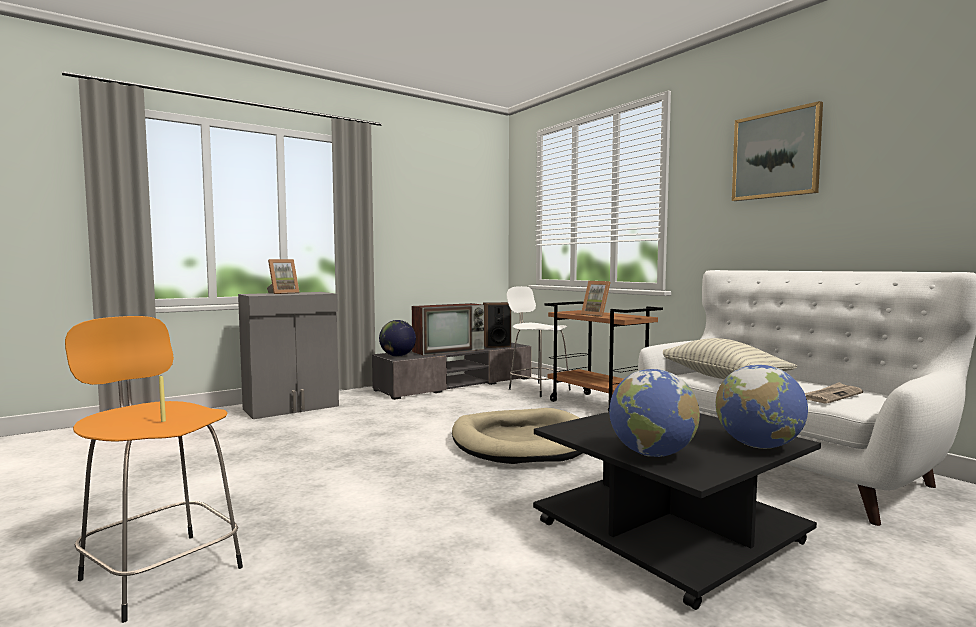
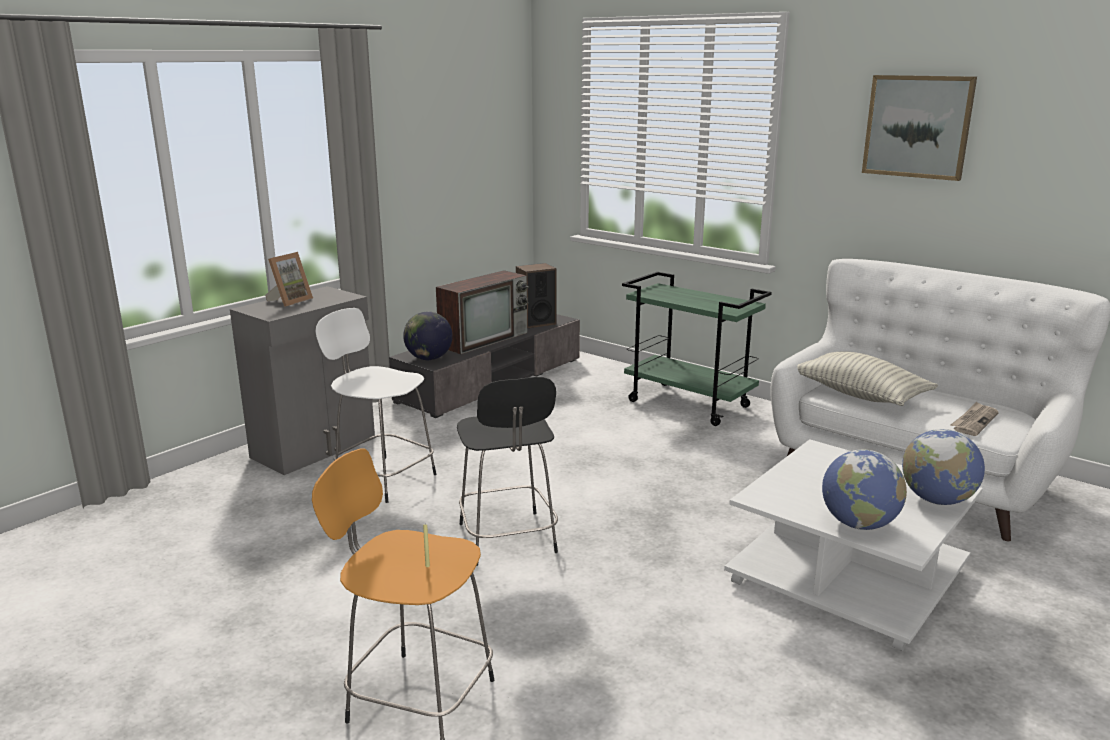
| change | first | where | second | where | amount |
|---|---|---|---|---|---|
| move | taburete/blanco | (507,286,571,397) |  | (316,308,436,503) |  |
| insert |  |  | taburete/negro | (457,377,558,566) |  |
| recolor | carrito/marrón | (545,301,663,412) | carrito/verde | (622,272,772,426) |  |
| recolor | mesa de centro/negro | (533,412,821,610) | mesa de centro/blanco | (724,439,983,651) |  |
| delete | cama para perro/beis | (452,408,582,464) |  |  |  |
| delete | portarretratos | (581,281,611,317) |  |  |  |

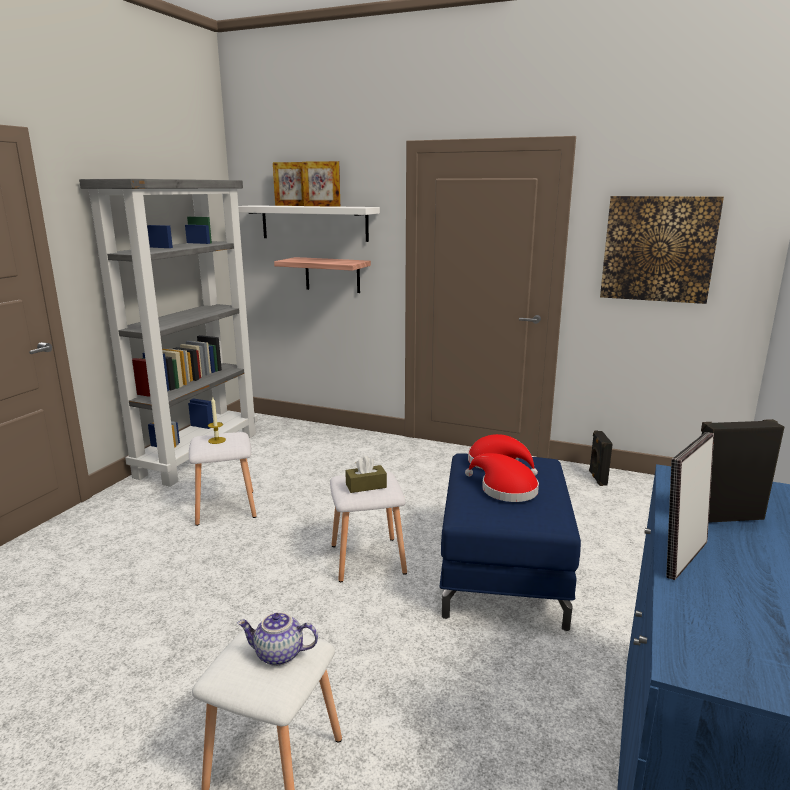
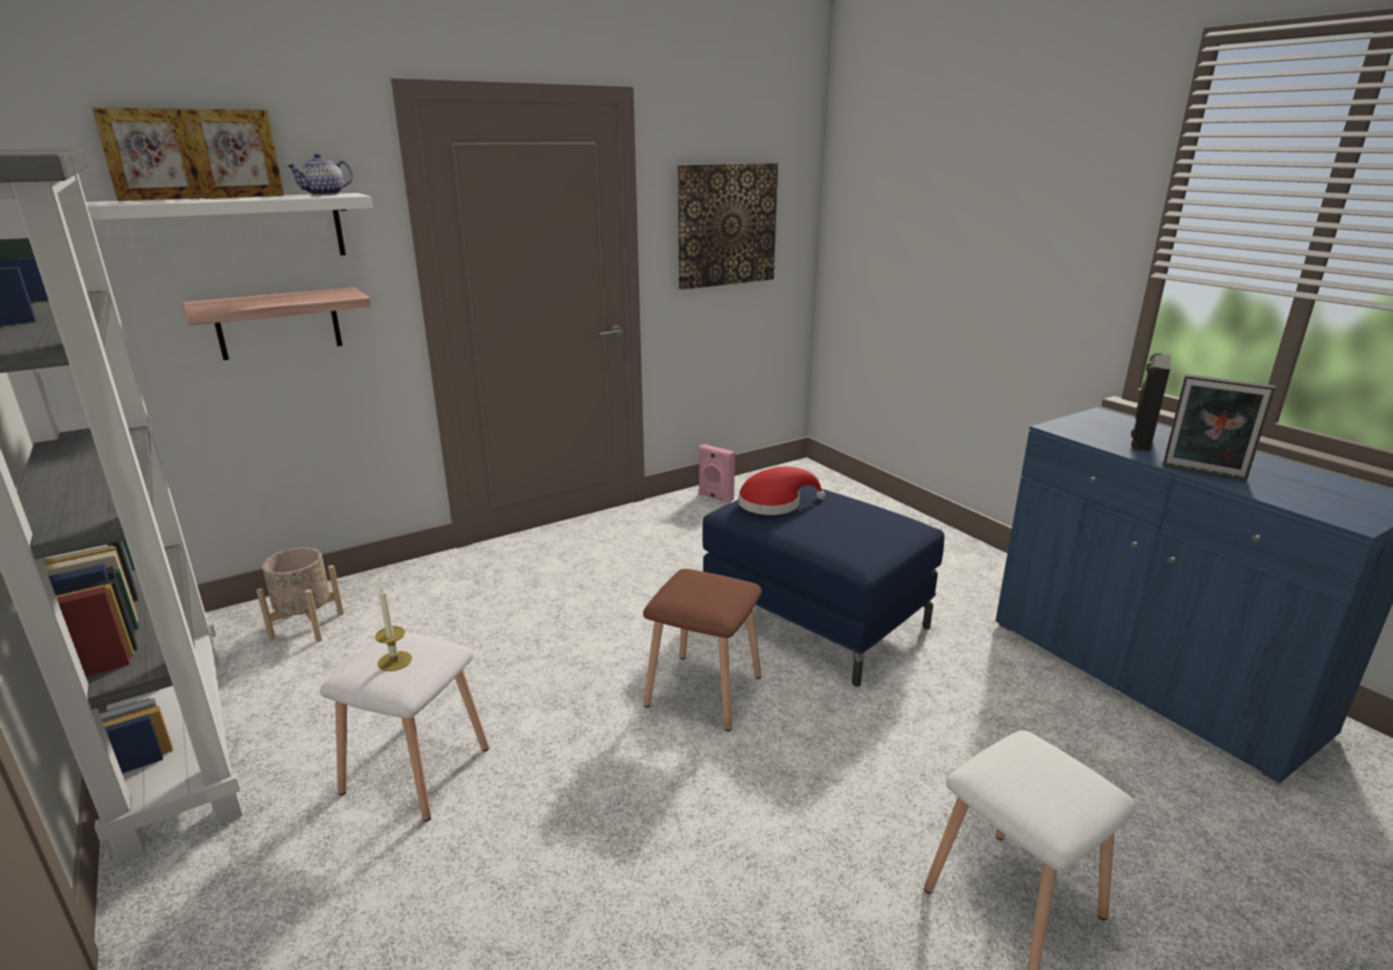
| change | first | where | second | where | amount |
|---|---|---|---|---|---|
| insert |  |  | maceta/beis | (256,548,344,642) |  |
| move | tetera | (237,612,318,666) |  | (286,153,353,196) |  |
| recolor | taburete/blanco | (330,471,407,582) | taburete/marrón | (643,569,762,731) |  |
| recolor | altavoz/negro | (589,430,613,486) | altavoz/rosa | (699,444,735,503) |  |
| rotate | portarretratos | (666,432,714,580) |  | (1162,374,1276,481) | 45 degrees counterclockwise |
| delete | caja de pañuelos/marrón | (346,456,387,493) |  |  |  |
| delete | sombrero/rojo | (465,453,539,502) |  |  |  |

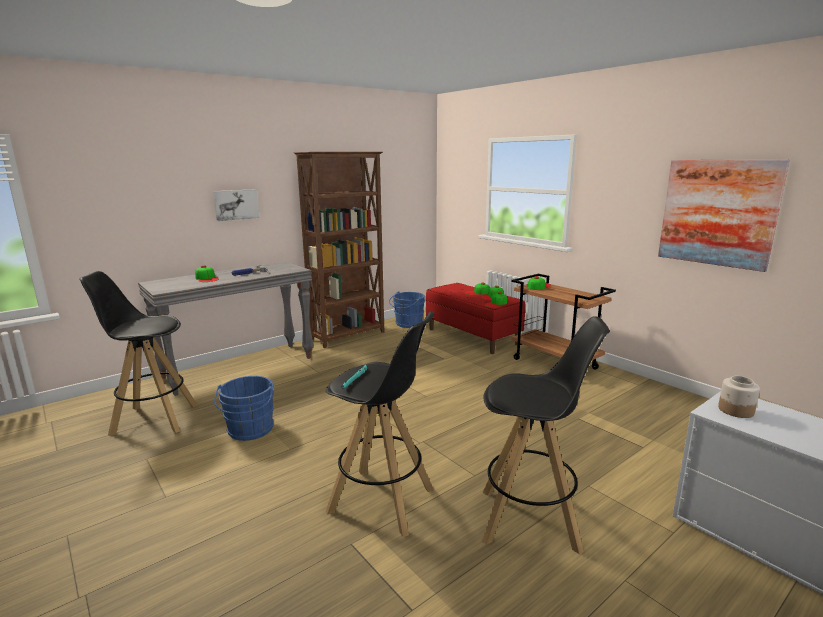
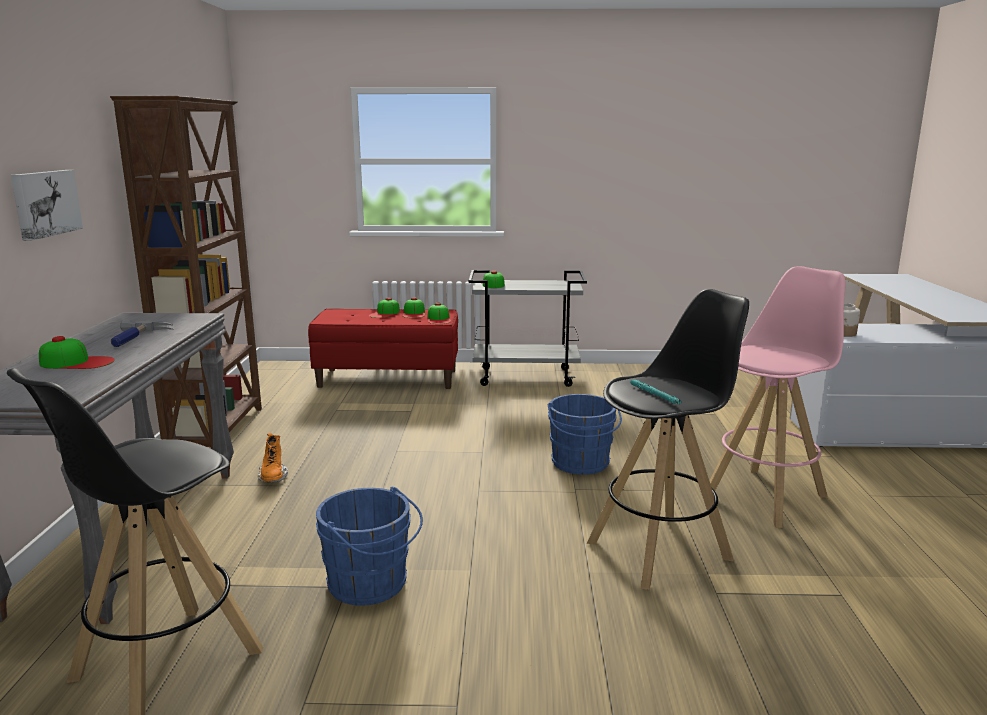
| change | first | where | second | where | amount |
|---|---|---|---|---|---|
| insert |  |  | bota/naranja | (258,433,288,482) |  |
| recolor | carrito/marrón | (511,274,616,369) | carrito/gris | (469,270,587,387) |  |
| move | cubo/azul | (389,291,425,328) |  | (548,394,622,475) |  |
| recolor | taburete/negro | (482,316,610,554) | taburete/rosa | (710,266,846,528) |  |
| delete | cuadro | (658,160,789,272) |  |  |  |

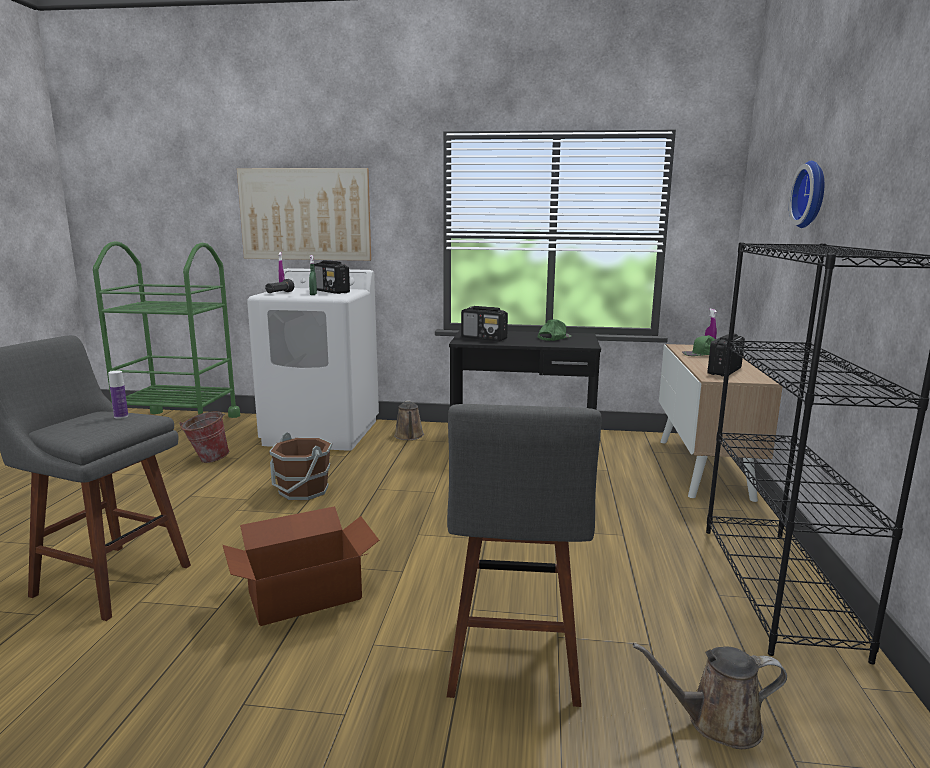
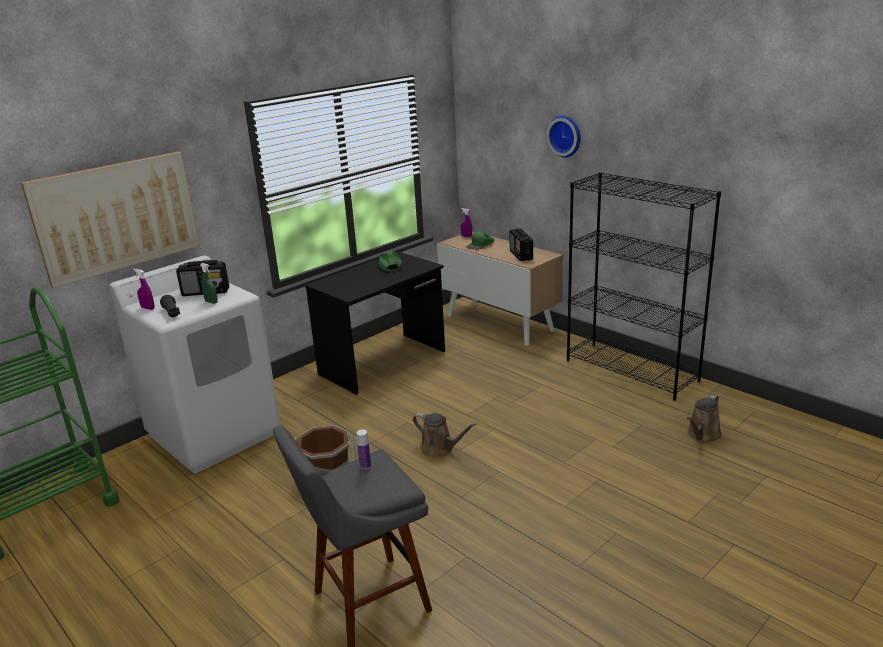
| change | first | where | second | where | amount |
|---|---|---|---|---|---|
| move | regadera/marrón | (394,400,424,440) |  | (413,413,477,457) |  |
| delete | cubo | (179,411,229,463) |  |  |  |
| delete | caja de cartón | (223,506,380,626) |  |  |  |
| delete | taburete/gris | (447,404,601,707) |  |  |  |
| delete | radio | (461,306,508,341) |  |  |  |

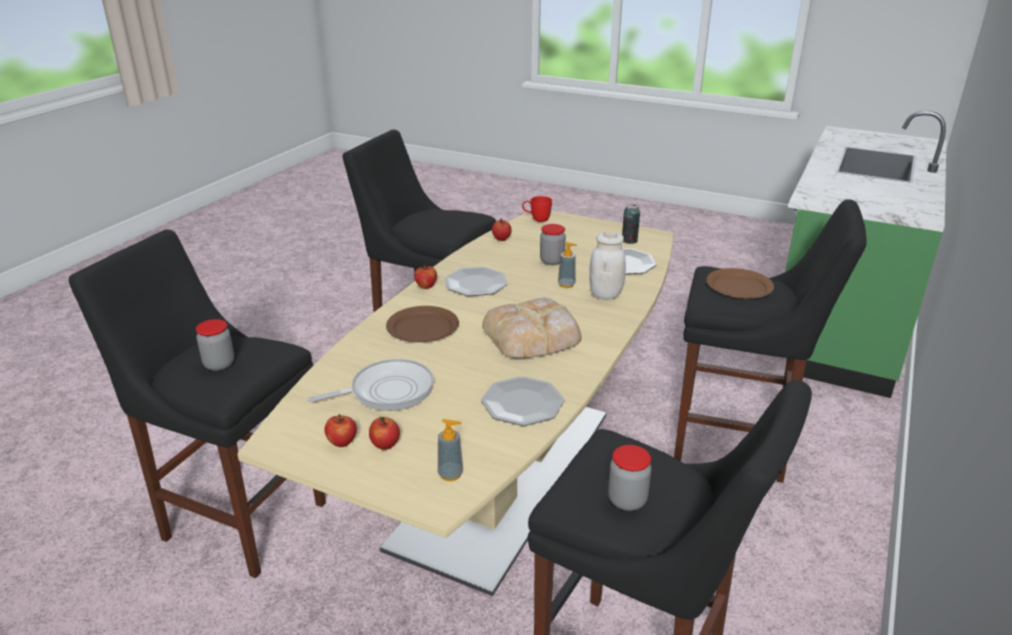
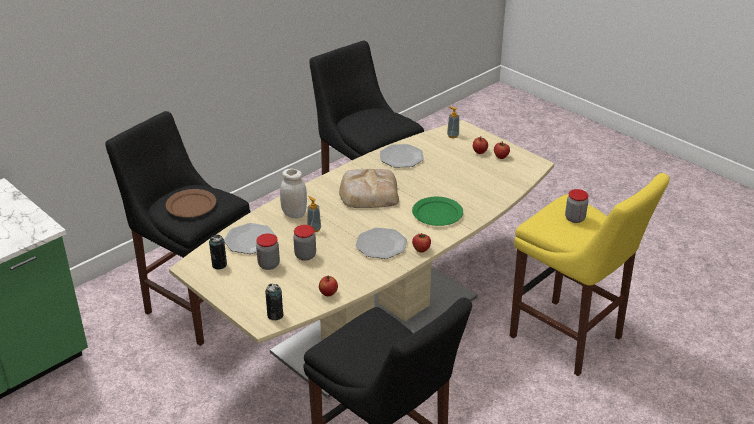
| change | first | where | second | where | amount |
|---|---|---|---|---|---|
| move | tarro | (608,445,651,511) |  | (256,234,280,270) |  |
| replace | taza grande/rojo | (522,196,552,222) | lata | (265,283,283,320) |  |
| recolor | plato/marrón | (386,306,459,343) | plato/verde | (412,197,463,226) |  |
| recolor | taburete/negro | (69,229,326,578) | taburete/amarillo | (510,173,670,376) |  |
| delete | sartén | (308,359,434,411) |  |  |  |

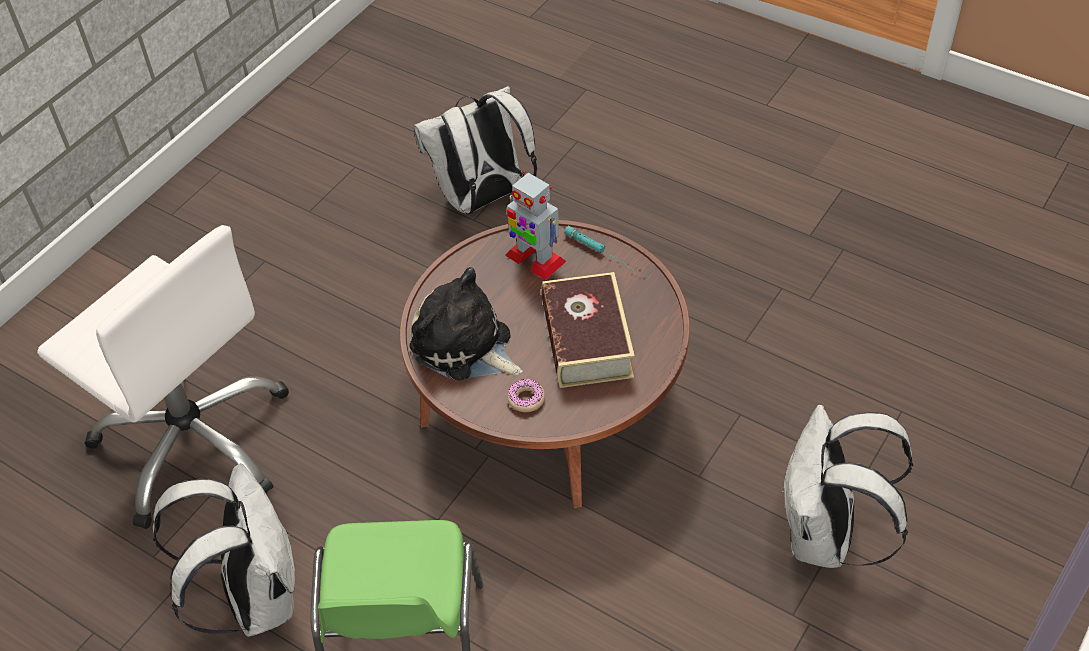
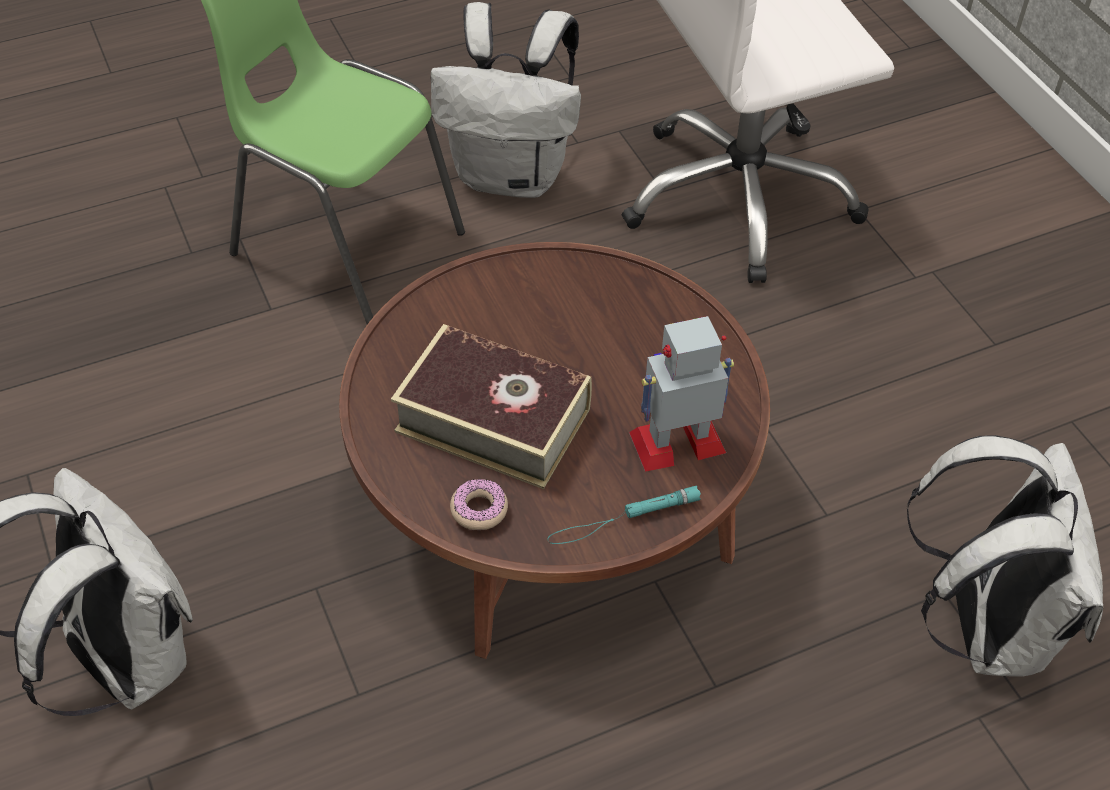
| change | first | where | second | where | amount |
|---|---|---|---|---|---|
| move | rosquilla | (507,379,545,412) |  | (450,479,508,530) |  |
| delete | peluche | (409,267,522,381) |  |  |  |

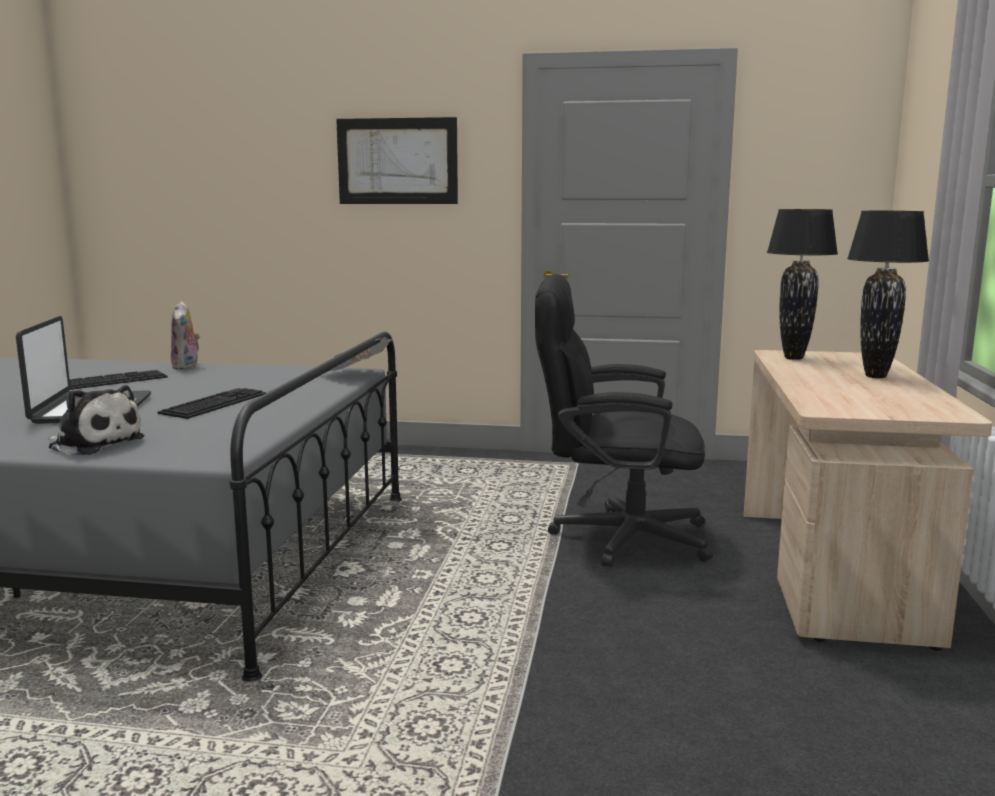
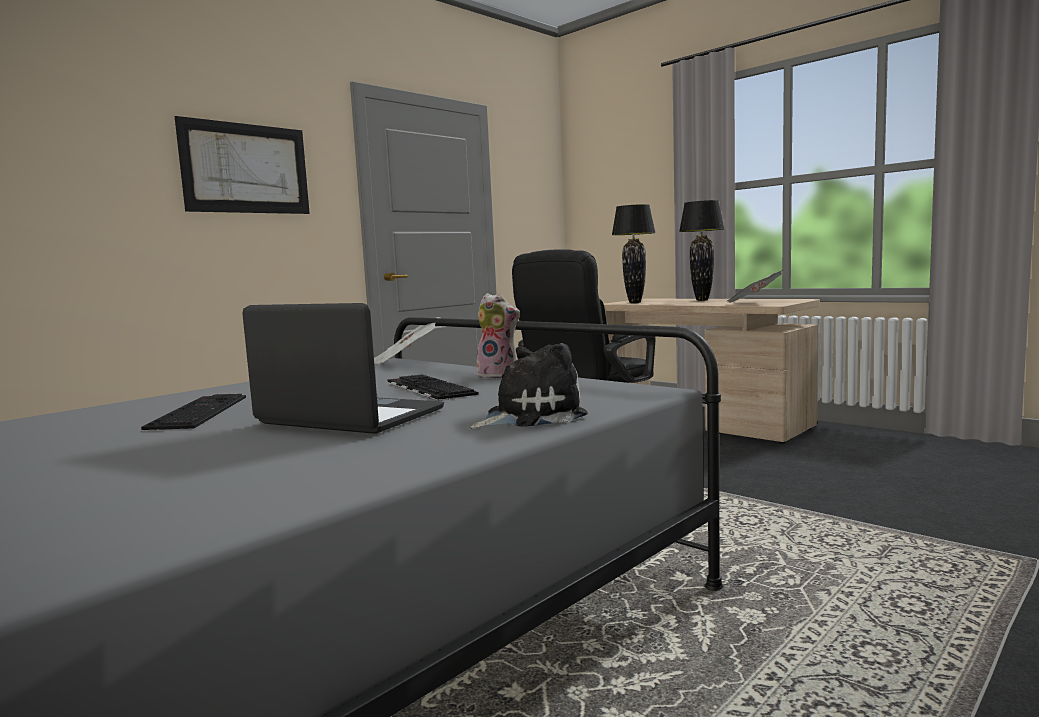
| change | first | where | second | where | amount |
|---|---|---|---|---|---|
| move | peluche | (171,301,200,370) |  | (476,293,520,379) |  |
| insert |  |  | periódico | (727,270,783,303) |  |

